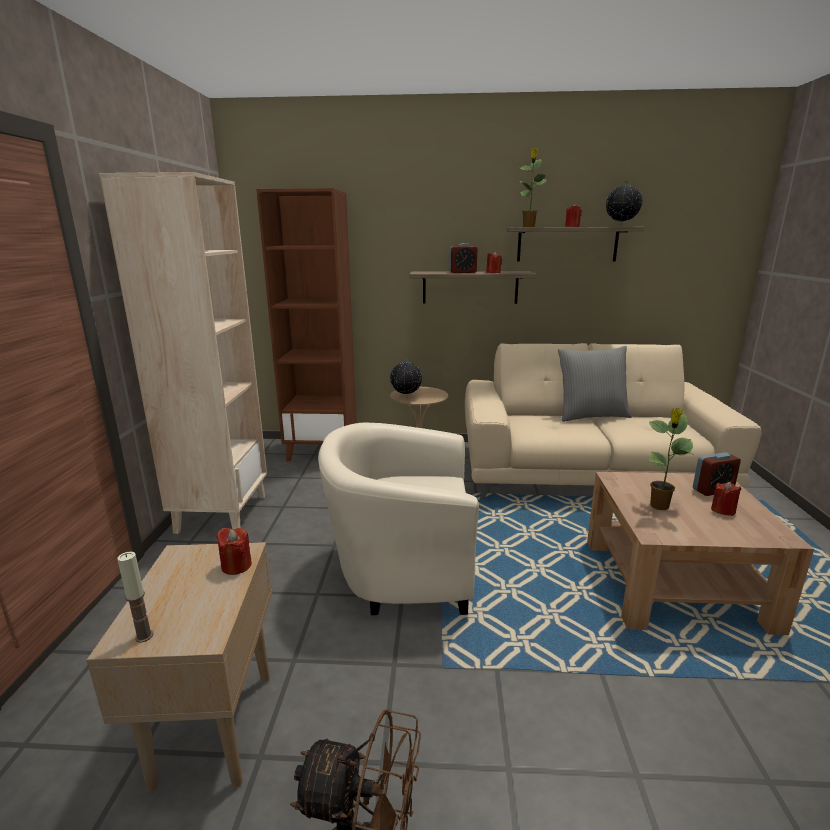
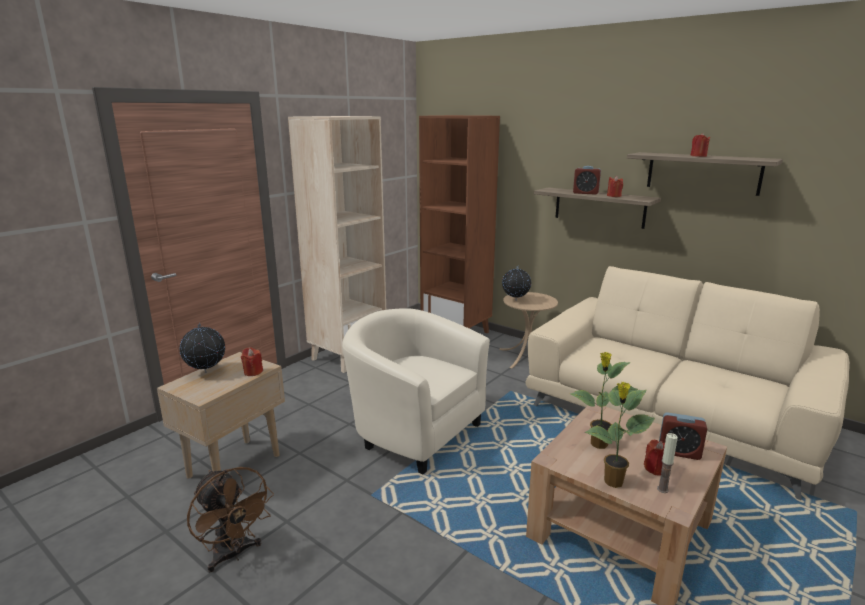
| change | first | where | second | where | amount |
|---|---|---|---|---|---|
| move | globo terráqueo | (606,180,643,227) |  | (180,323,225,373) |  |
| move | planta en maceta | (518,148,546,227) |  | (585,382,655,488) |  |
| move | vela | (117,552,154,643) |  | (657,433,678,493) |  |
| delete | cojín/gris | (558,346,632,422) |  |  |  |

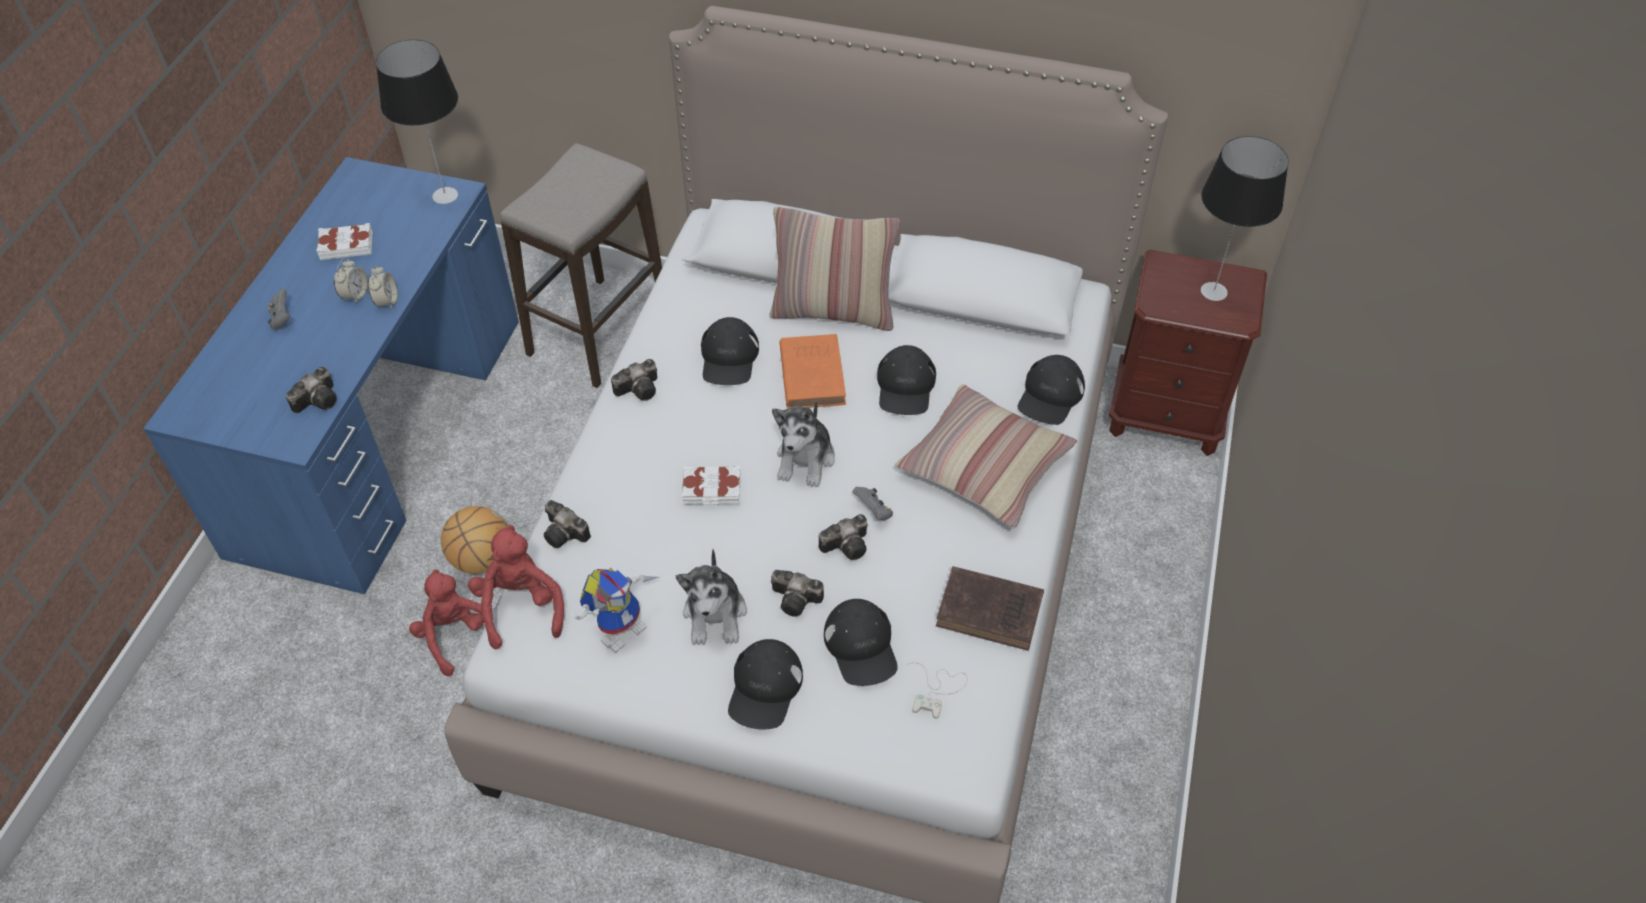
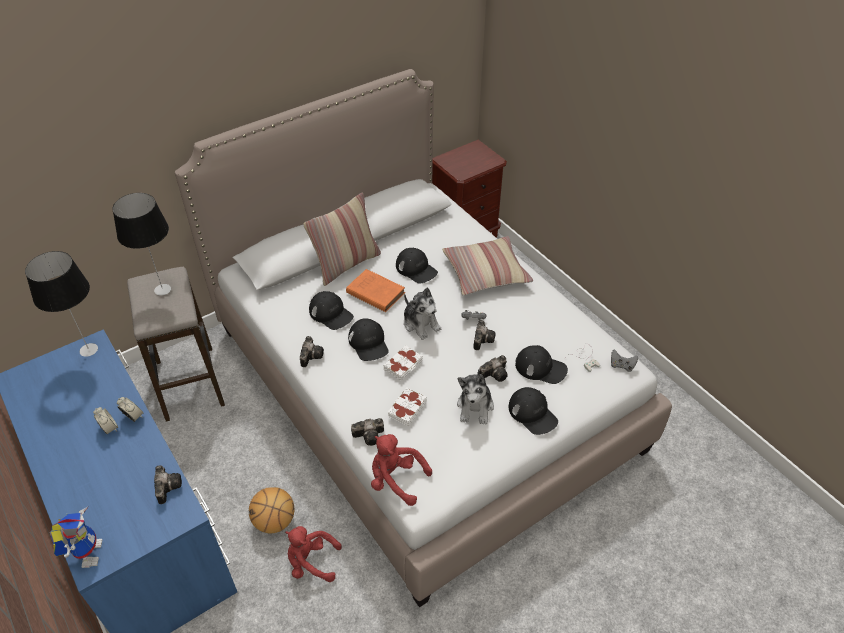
| change | first | where | second | where | amount |
|---|---|---|---|---|---|
| move | robot de juguete | (575,567,659,653) |  | (50,506,102,568) |  |
| move | lámpara de mesa | (1201,136,1289,301) |  | (113,193,171,296) |  |
| move | gorra/negro | (1018,355,1085,425) |  | (348,318,389,361) |  |
| move | libro/blanco | (316,223,372,260) |  | (388,387,427,426) |  |
| rotate | peluche | (676,549,747,645) |  | (457,369,494,425) | 60 degrees clockwise |
| move | mando de consola/gris | (268,289,290,330) |  | (611,349,638,372) |  |
| delete | libro/marrón | (936,566,1044,651) |  |  |  |

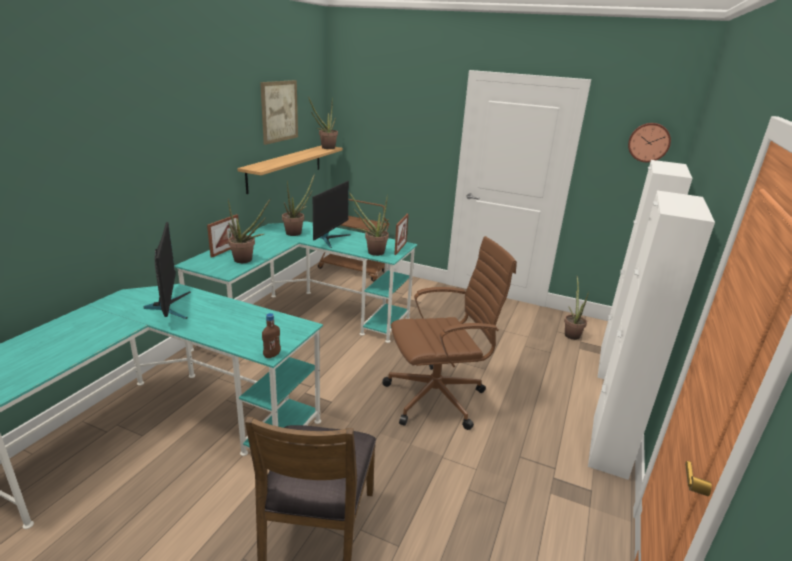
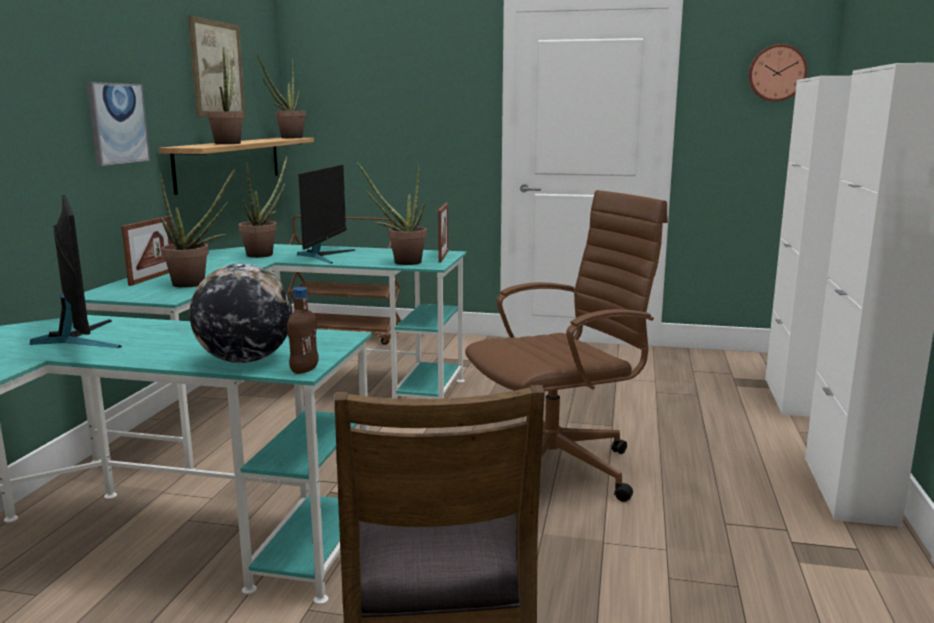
| change | first | where | second | where | amount |
|---|---|---|---|---|---|
| insert |  |  | cuadro | (87,82,150,166) |  |
| insert |  |  | globo terráqueo | (189,264,293,363) |  |
| move | planta en maceta | (564,276,589,340) |  | (207,47,244,144) |  |

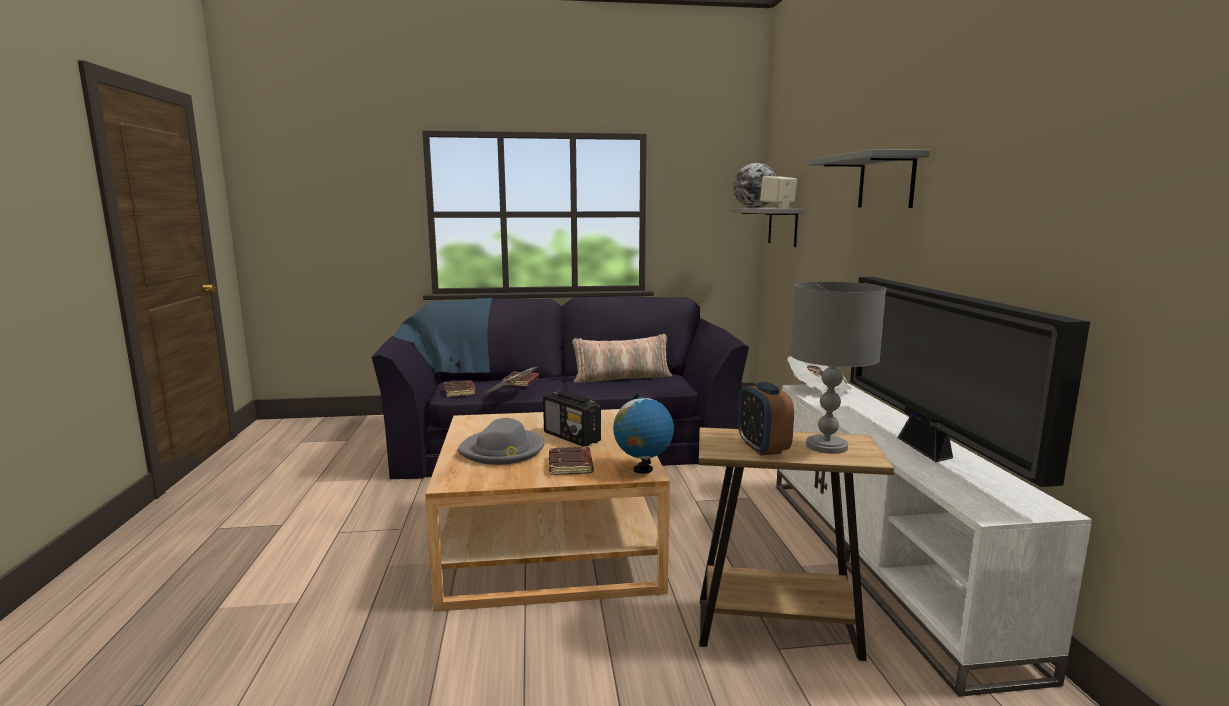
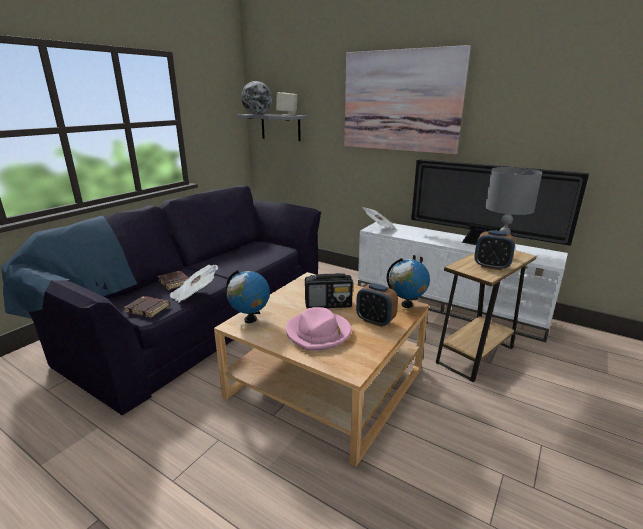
| change | first | where | second | where | amount |
|---|---|---|---|---|---|
| insert |  |  | globo terráqueo | (226,270,270,323) |  |
| recolor | sombrero/gris | (457,418,544,465) | sombrero/rosa | (286,307,351,351) |  |
| replace | estante/gris | (807,149,930,208) | cuadro | (344,45,471,154) |  |
| replace | libro/marrón | (549,447,594,475) | despertador | (356,283,398,327) |  |
| delete | cojín | (572,334,672,383) |  |  |  |

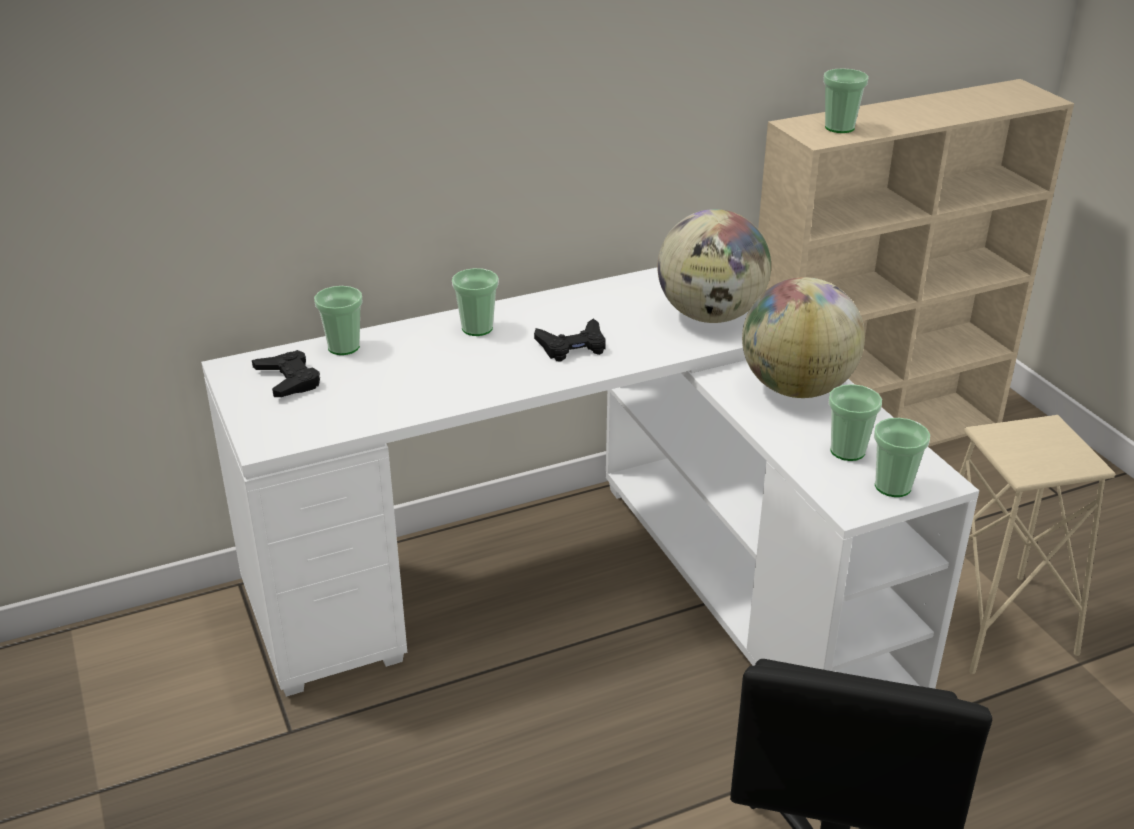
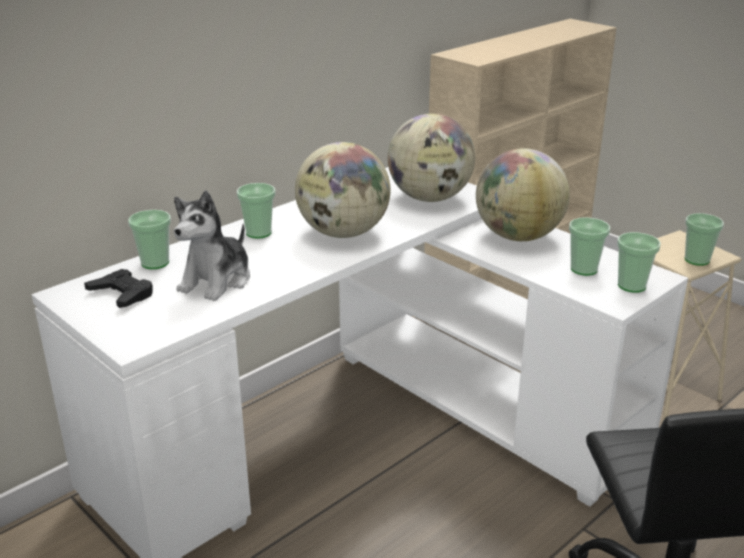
| change | first | where | second | where | amount |
|---|---|---|---|---|---|
| insert |  |  | peluche | (174,190,250,301) |  |
| replace | mando de consola/negro | (534,319,606,361) | globo terráqueo | (295,142,390,238) |  |
| move | taza | (823,68,869,133) |  | (685,213,724,266) |  |

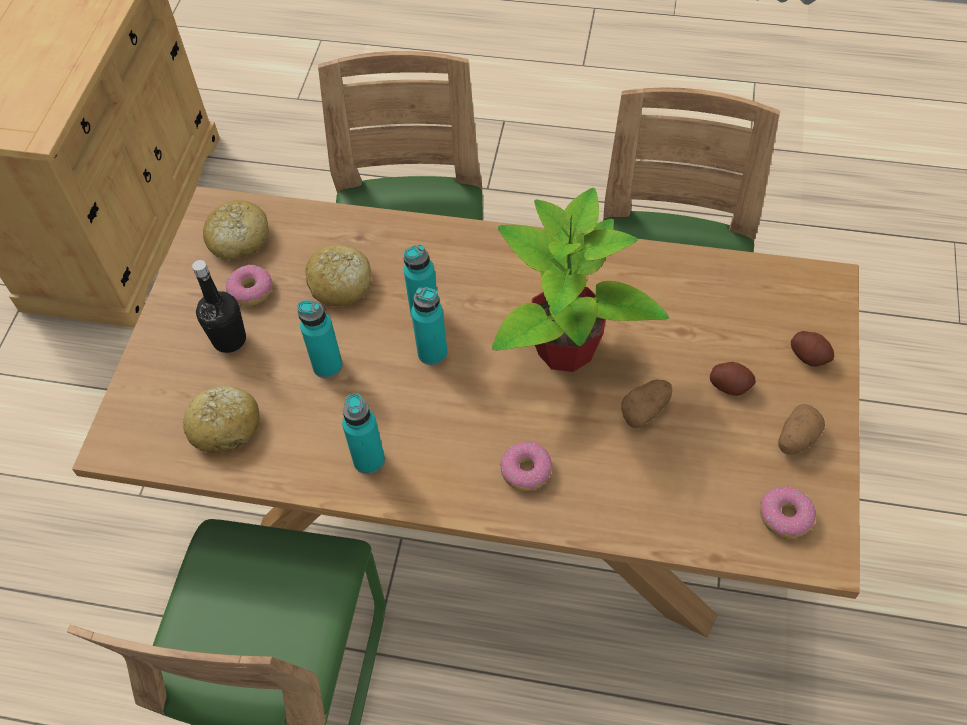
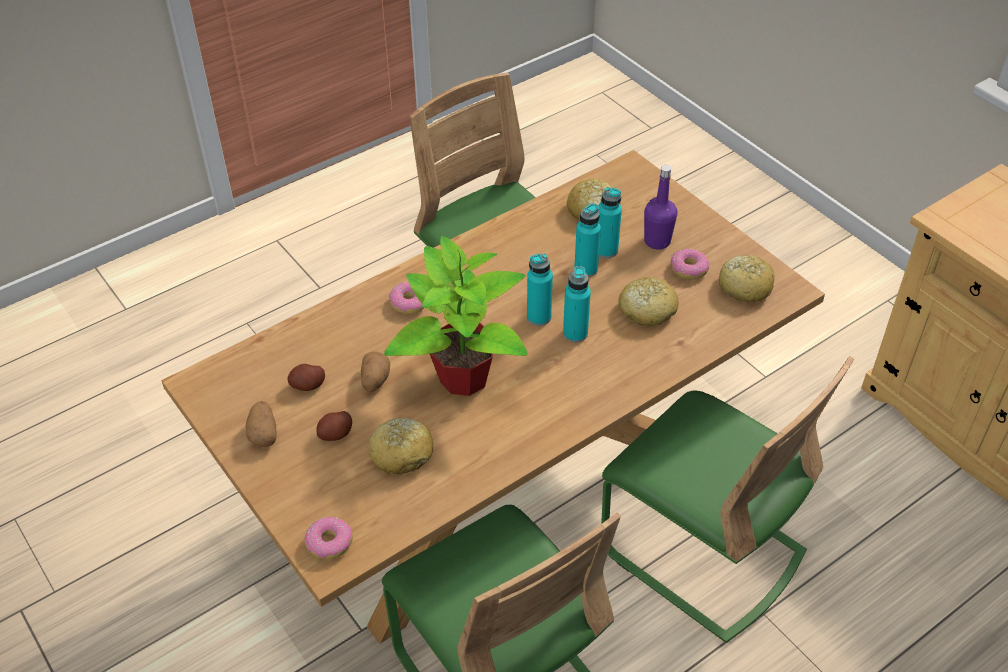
| change | first | where | second | where | amount |
|---|---|---|---|---|---|
| move | patata | (791,331,834,367) |  | (287,364,325,391) |  |
| move | rosquilla | (760,487,816,538) |  | (304,517,353,559) |  |
| insert |  |  | pan | (369,418,433,475) |  |
| move | botella/turquesa | (342,393,385,474) |  | (598,187,622,258) |  |
| recolor | botella/negro | (192,260,246,353) | botella/morado | (644,165,677,250) |  |

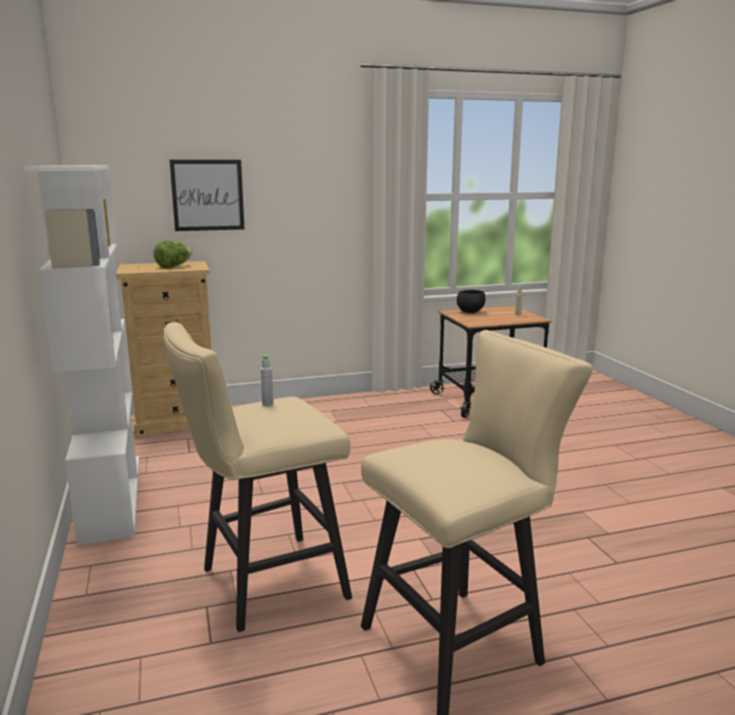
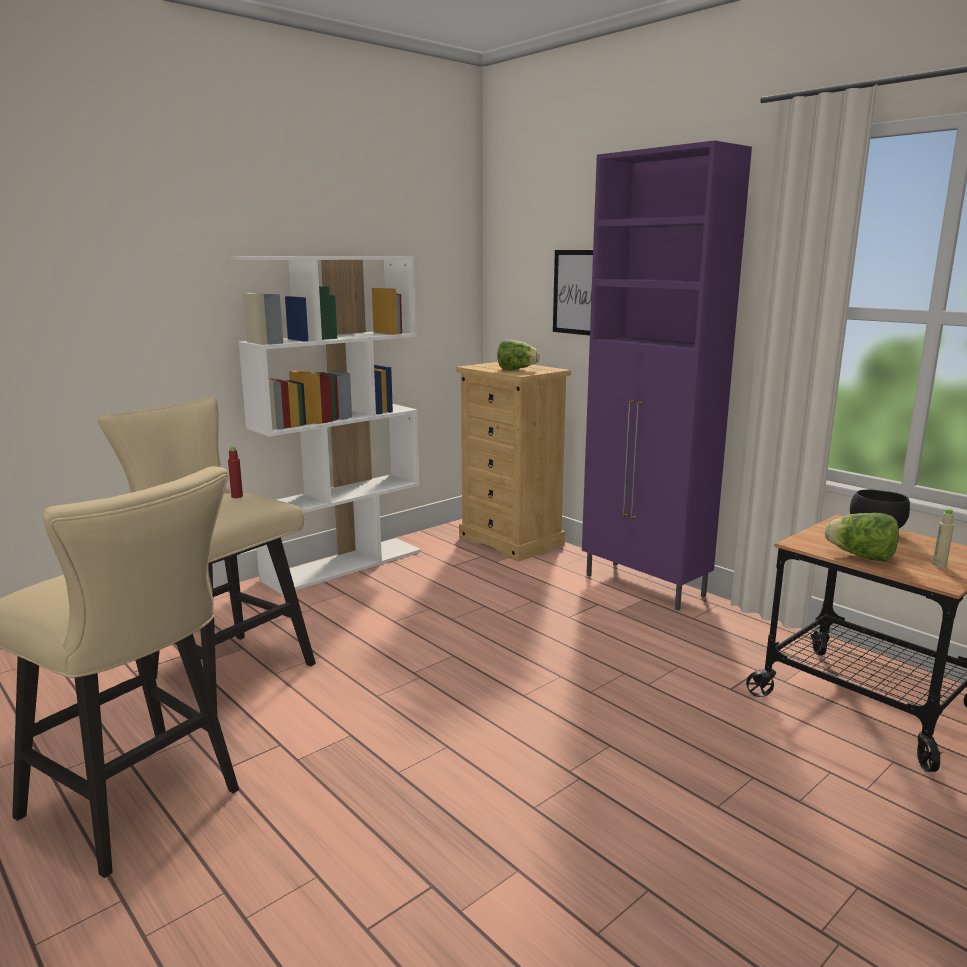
| change | first | where | second | where | amount |
|---|---|---|---|---|---|
| recolor | botella/gris | (261,355,273,406) | botella/rojo | (228,446,243,498) |  |
| insert |  |  | armario/morado | (582,140,752,611) |  |
| insert |  |  | lechuga | (825,513,899,562) |  |

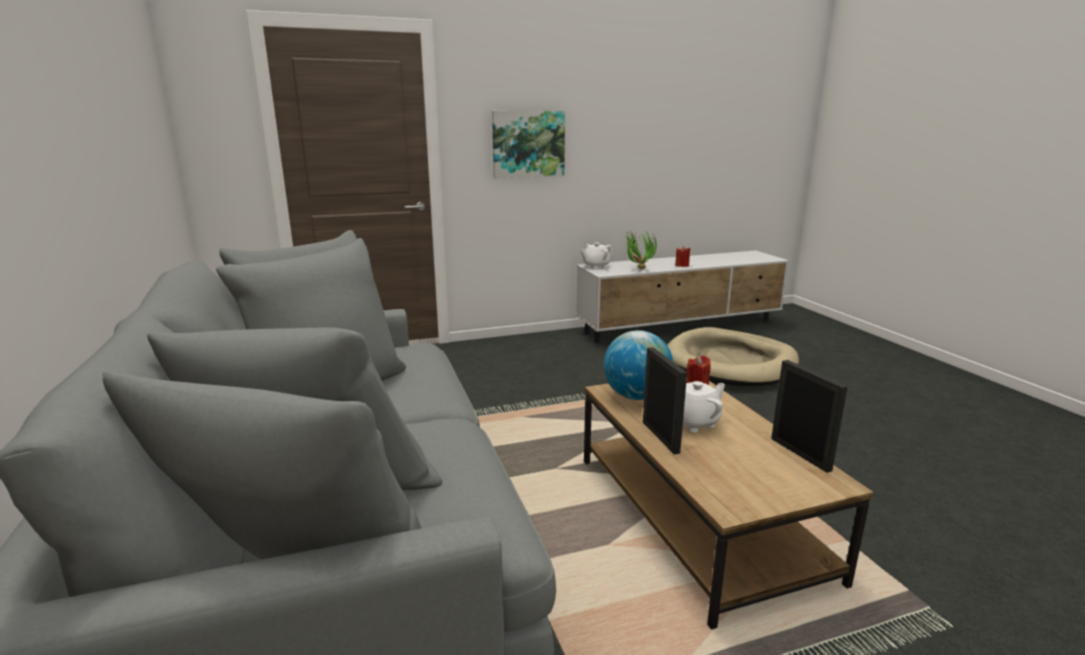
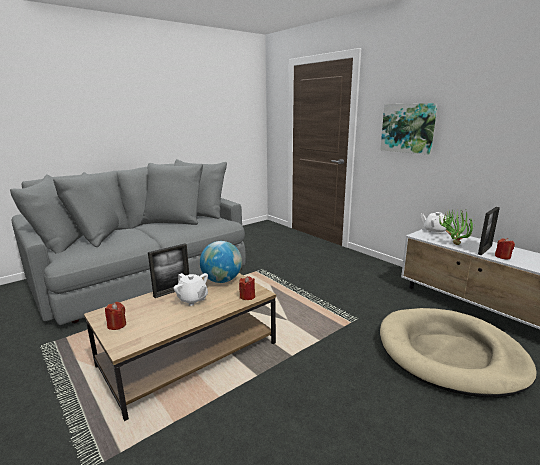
| change | first | where | second | where | amount |
|---|---|---|---|---|---|
| insert |  |  | vela/rojo | (105,302,126,330) |  |
| move | portarretratos | (771,360,848,473) |  | (478,207,500,255) |  |

